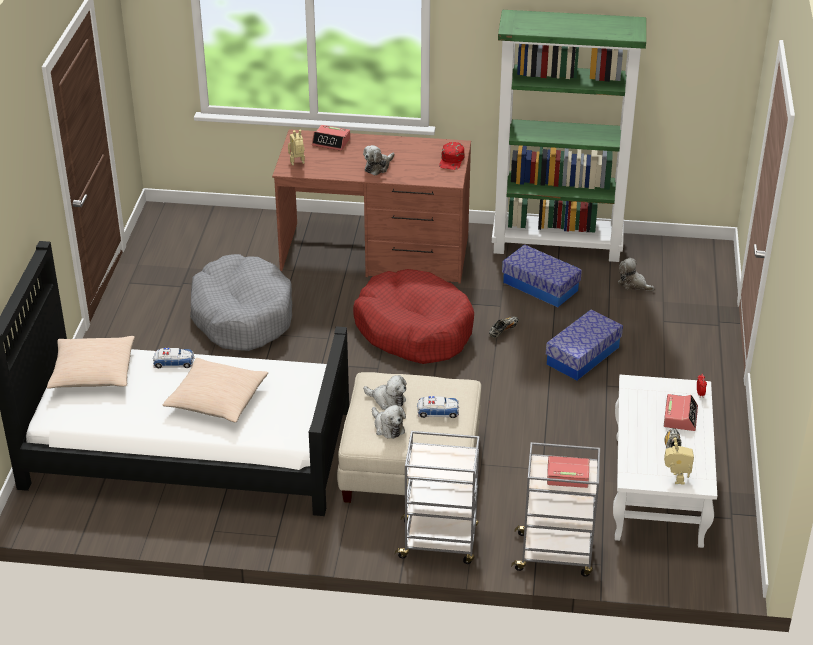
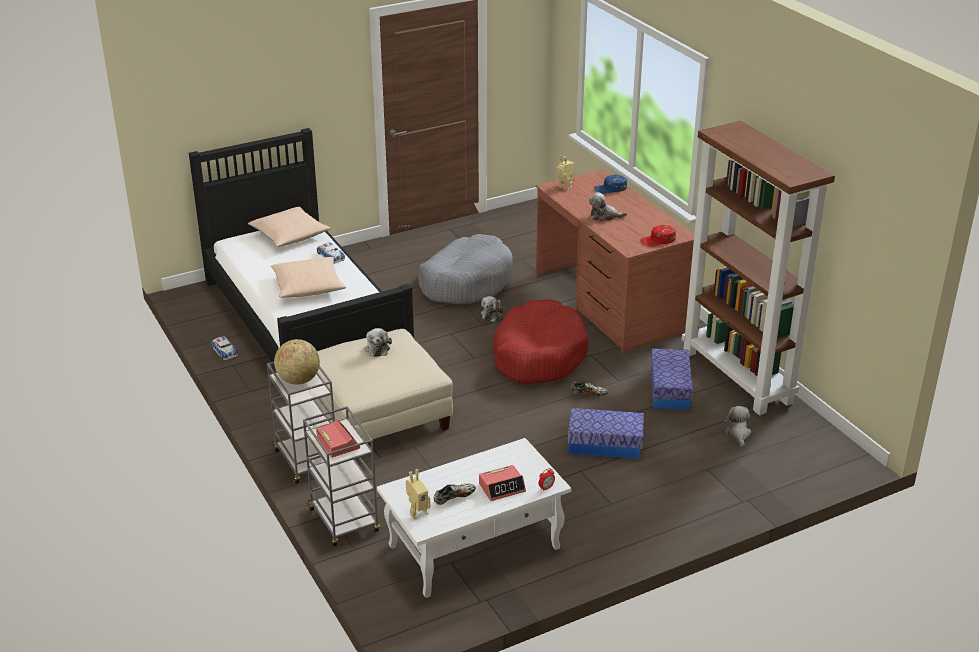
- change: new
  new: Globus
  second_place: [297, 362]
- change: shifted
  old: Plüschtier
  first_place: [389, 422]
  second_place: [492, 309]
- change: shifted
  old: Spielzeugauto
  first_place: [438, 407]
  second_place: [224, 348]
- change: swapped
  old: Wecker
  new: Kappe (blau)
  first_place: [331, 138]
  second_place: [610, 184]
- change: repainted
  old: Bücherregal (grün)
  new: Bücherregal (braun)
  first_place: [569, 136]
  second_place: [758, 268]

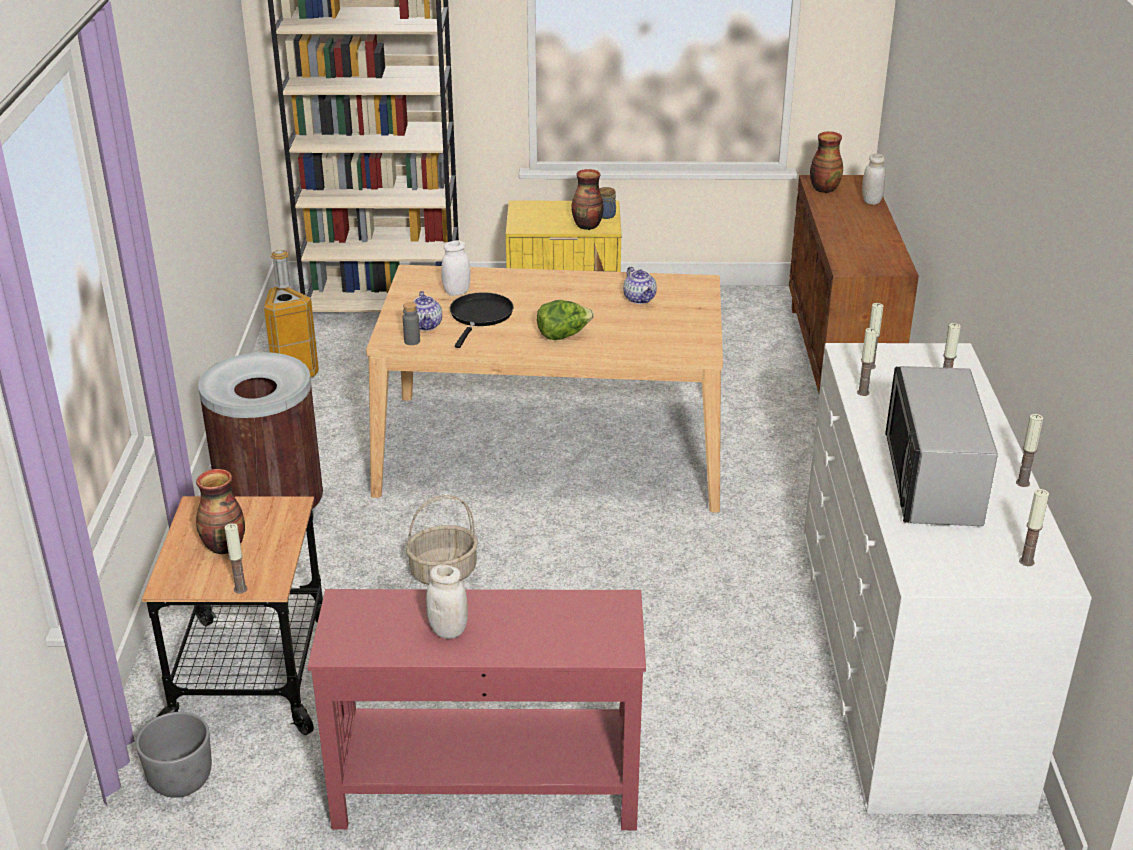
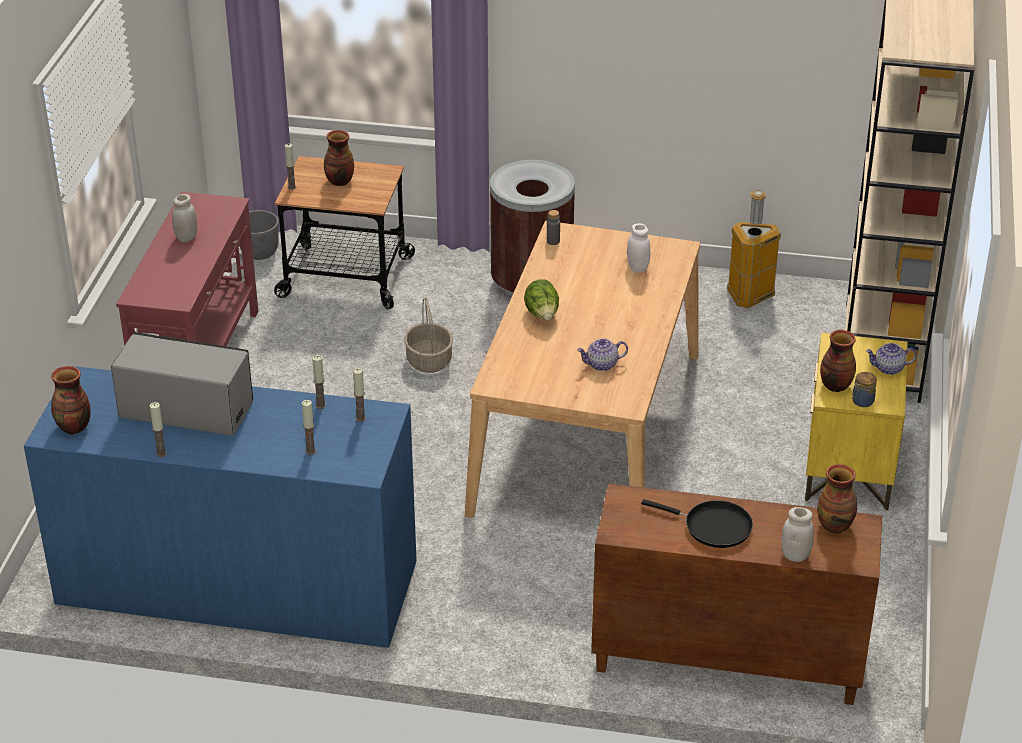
- change: shifted
  old: Teekanne
  first_place: [427, 311]
  second_place: [891, 359]
- change: shifted
  old: Pfanne (schwarz)
  first_place: [481, 320]
  second_place: [697, 523]
- change: swapped
  old: Kerze
  new: Vase
  first_place: [1034, 527]
  second_place: [70, 400]
- change: repainted
  old: Kommode (weiß)
  new: Kommode (blau)
  first_place: [948, 578]
  second_place: [220, 507]

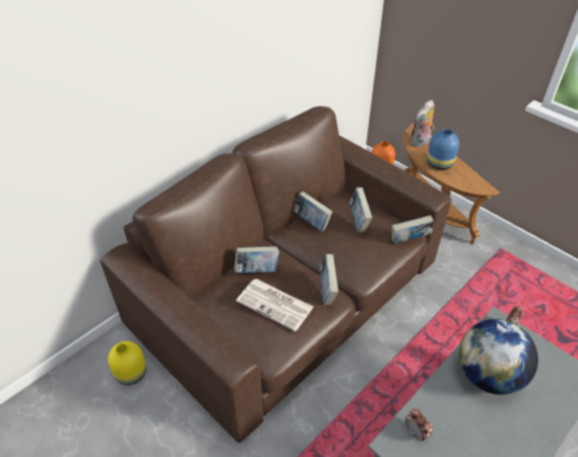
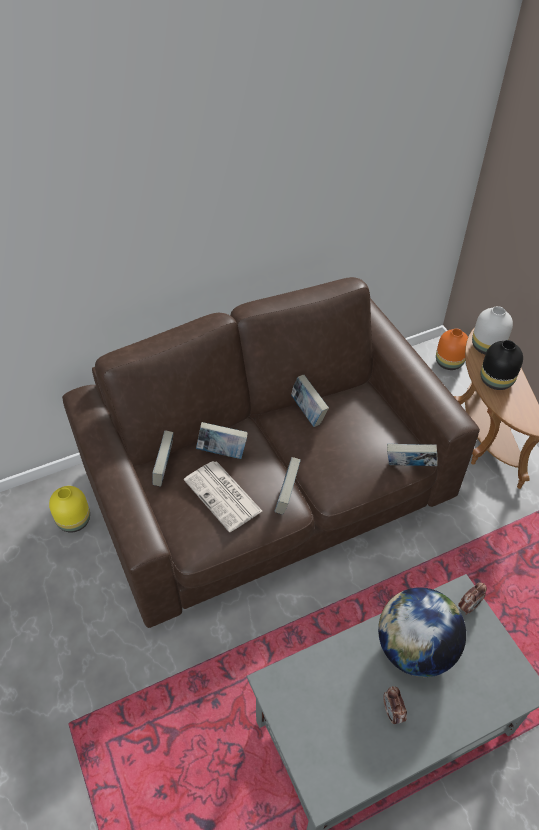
- change: shifted
  old: Buch
  first_place: [360, 210]
  second_place: [163, 458]
- change: shifted
  old: Wecker
  first_place: [419, 424]
  second_place: [395, 705]
- change: swapped
  old: Plüschtier
  new: Vase (weiß)
  first_place: [421, 123]
  second_place: [492, 330]
- change: repainted
  old: Vase (blau)
  new: Vase (schwarz)
  first_place: [443, 149]
  second_place: [502, 365]

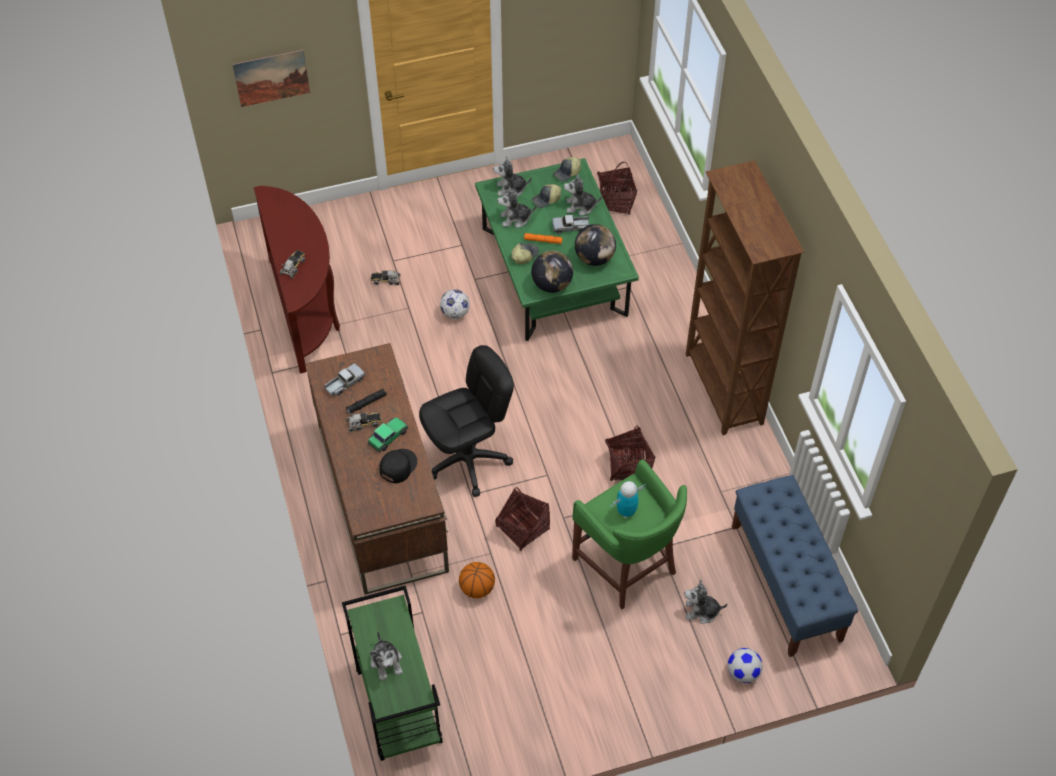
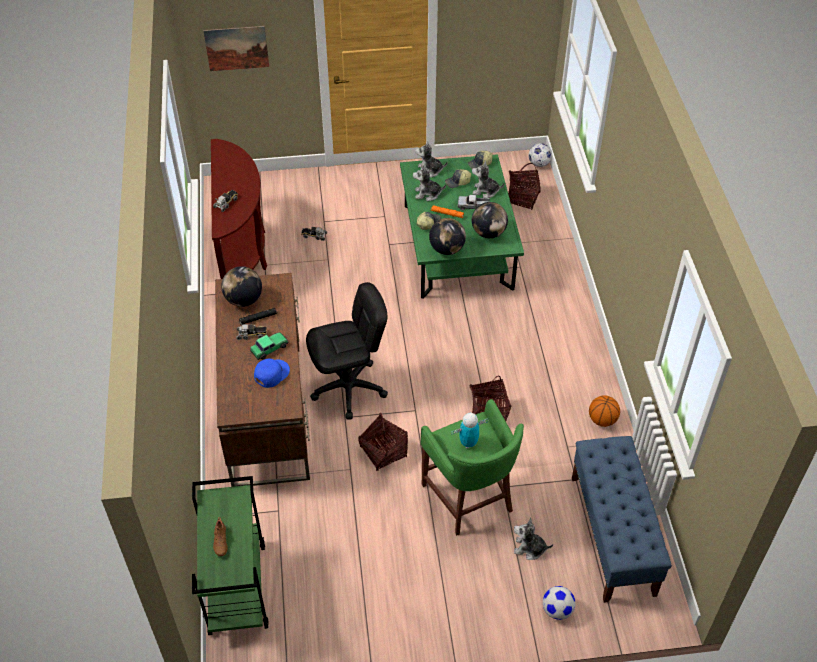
- change: gone
  old: Bücherregal (braun)
  first_place: [745, 297]
- change: shifted
  old: Fußball
  first_place: [455, 304]
  second_place: [540, 155]
- change: shifted
  old: Basketball
  first_place: [477, 580]
  second_place: [604, 411]
- change: swapped
  old: Spielzeuglaster
  new: Globus
  first_place: [344, 379]
  second_place: [241, 286]
- change: swapped
  old: Plüschtier
  new: Schuh (braun)
  first_place: [386, 656]
  second_place: [220, 536]
- change: repainted
  old: Kappe (schwarz)
  new: Kappe (blau)
  first_place: [398, 466]
  second_place: [272, 373]

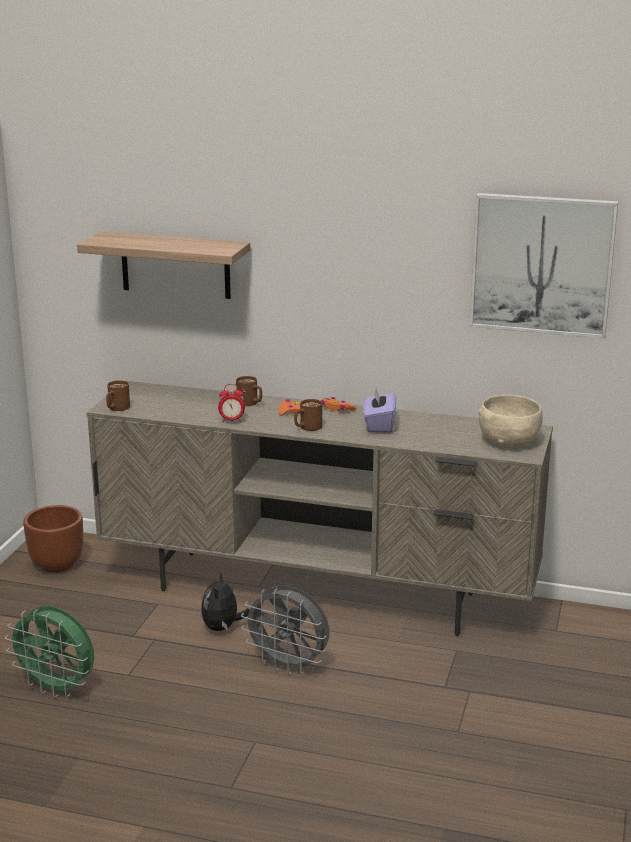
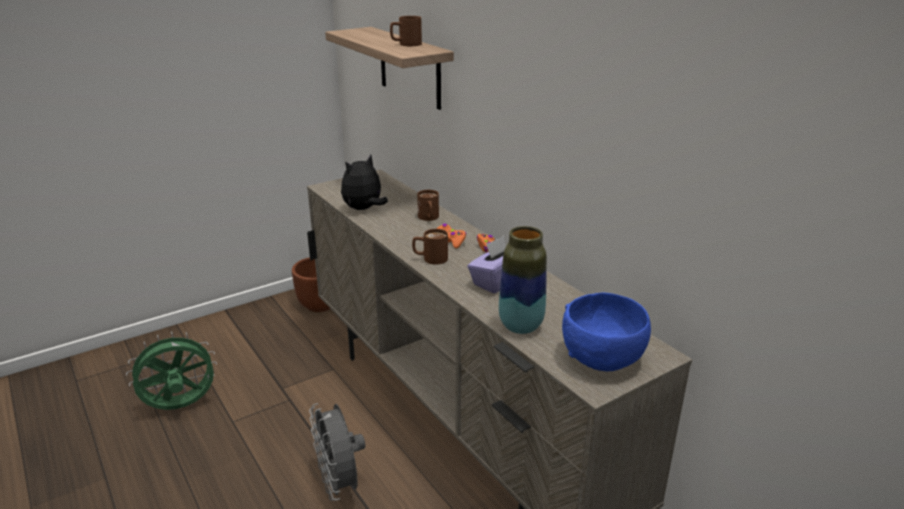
- change: gone
  old: Wecker
  first_place: [231, 403]
- change: gone
  old: Bild
  first_place: [544, 266]
- change: new
  new: Vase
  second_place: [523, 280]
- change: shifted
  old: Henkelbecher (braun)
  first_place: [118, 395]
  second_place: [406, 31]
- change: shifted
  old: Plüschtier
  first_place: [225, 602]
  second_place: [364, 182]
- change: repainted
  old: Schüssel (beige)
  new: Schüssel (blau)
  first_place: [510, 421]
  second_place: [606, 331]
- change: rotated
  old: Ventilator (grün)
  first_place: [49, 652]
  second_place: [171, 370]
  degrees: 90

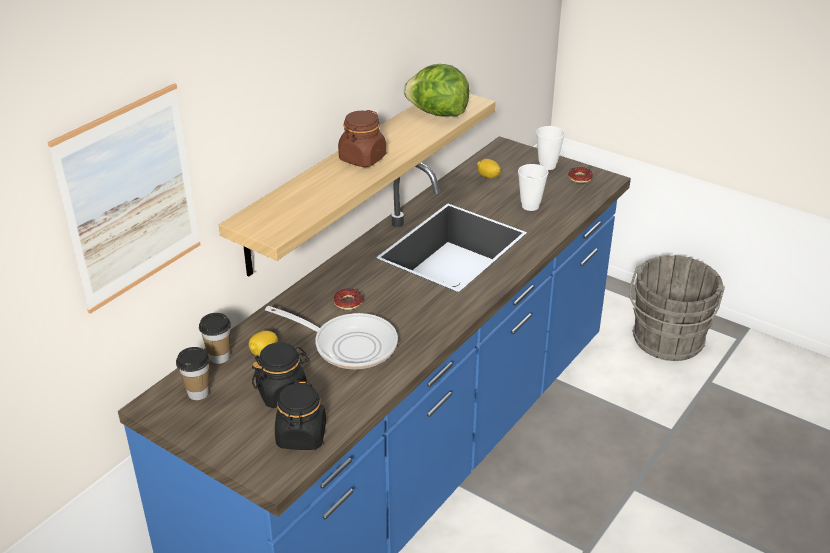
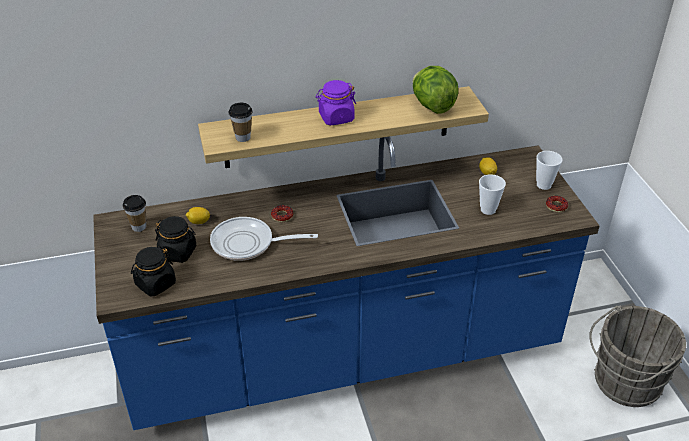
- change: gone
  old: Bild
  first_place: [124, 198]
- change: shifted
  old: Tasse
  first_place: [215, 338]
  second_place: [241, 122]
- change: repainted
  old: Vorratsglas (braun)
  new: Vorratsglas (lila)
  first_place: [362, 138]
  second_place: [336, 102]
- change: rotated
  old: Pfanne
  first_place: [331, 337]
  second_place: [264, 239]
  degrees: 120

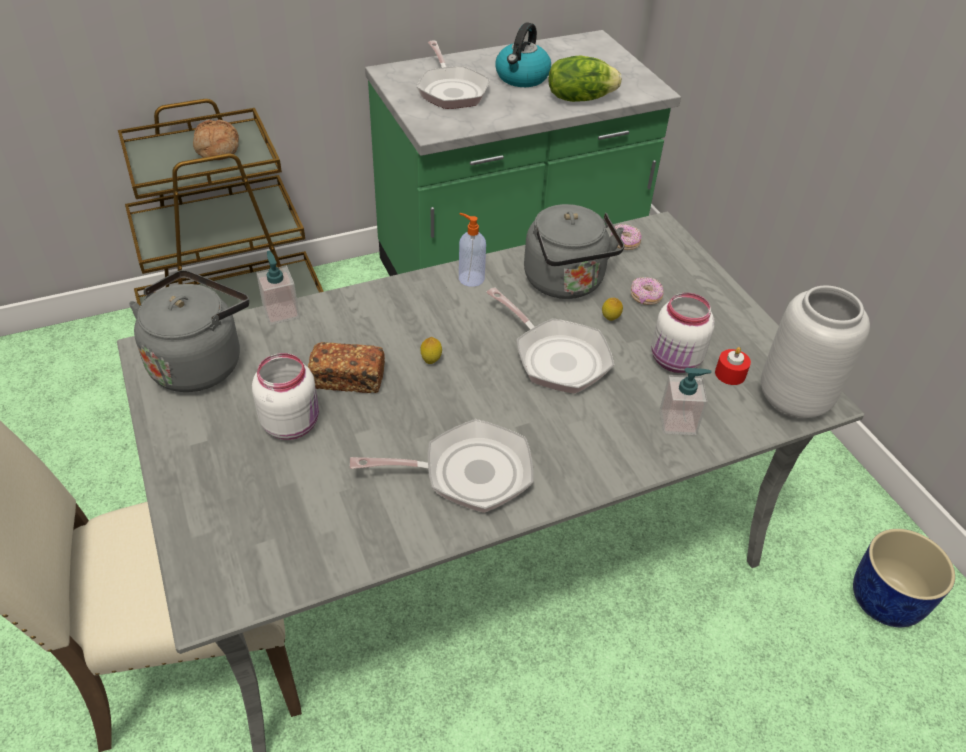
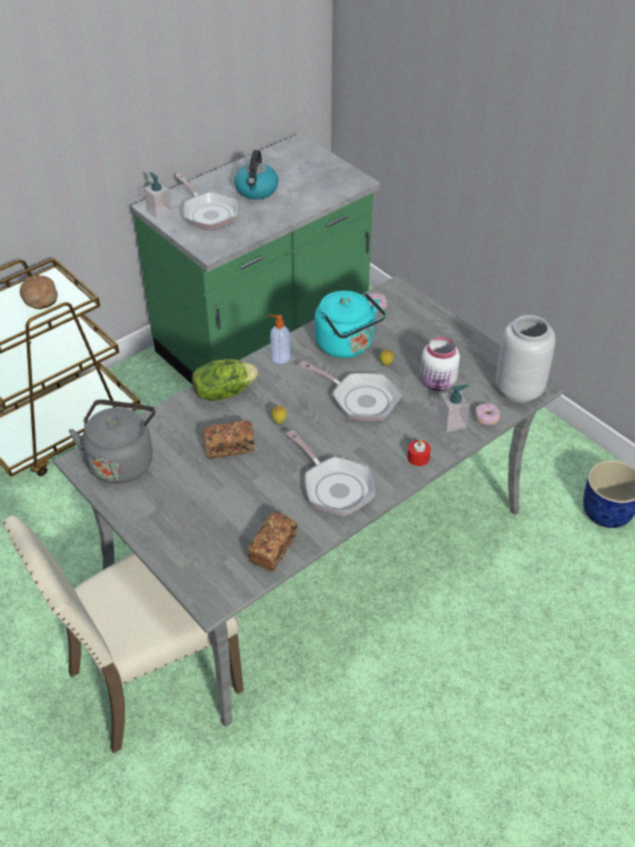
- change: gone
  old: Vorratsglas (weiß)
  first_place: [285, 396]
- change: new
  new: Brot
  second_place: [272, 542]
- change: shifted
  old: Seifenspender
  first_place: [278, 287]
  second_place: [158, 195]
- change: shifted
  old: Salatkopf
  first_place: [585, 78]
  second_place: [225, 380]
- change: shifted
  old: Donut
  first_place: [647, 291]
  second_place: [487, 414]
- change: shifted
  old: Kerze (rot)
  first_place: [733, 366]
  second_place: [419, 452]
- change: repainted
  old: Wasserkessel (grau)
  new: Wasserkessel (türkis)
  first_place: [574, 251]
  second_place: [350, 324]
- change: rotated
  old: Pfanne
  first_place: [442, 466]
  second_place: [331, 473]
  degrees: 75

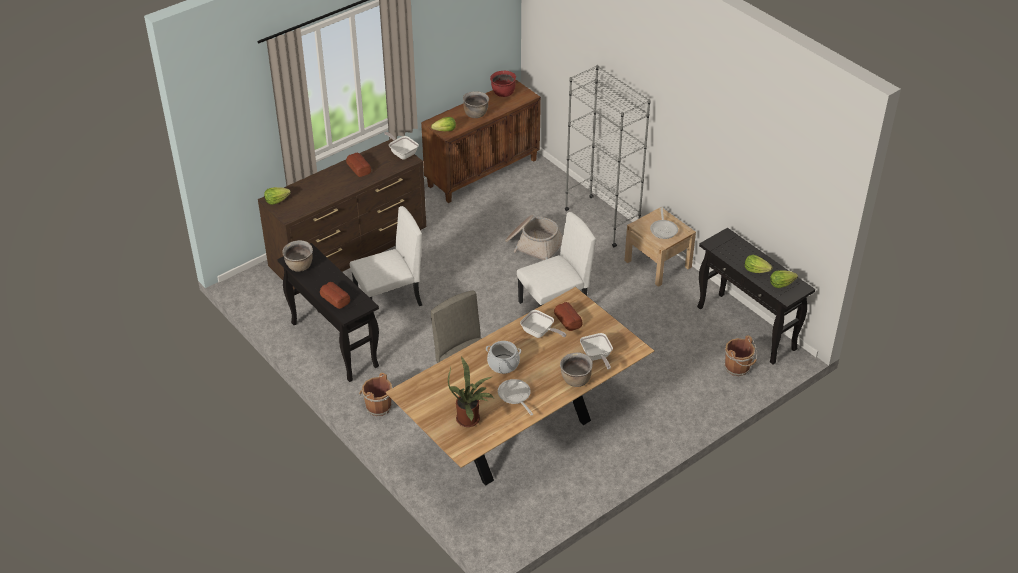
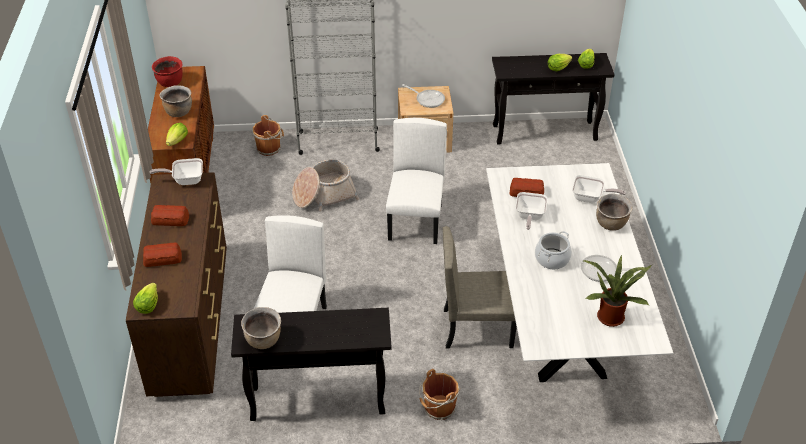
- change: shifted
  old: Brot
  first_place: [335, 295]
  second_place: [162, 255]
- change: shifted
  old: Eimer (braun)
  first_place: [740, 355]
  second_place: [268, 135]
- change: repainted
  old: Esstisch (braun)
  new: Esstisch (weiß)
  first_place: [520, 386]
  second_place: [579, 272]
- change: rotated
  old: Pfanne
  first_place: [543, 324]
  second_place: [532, 211]
  degrees: 120

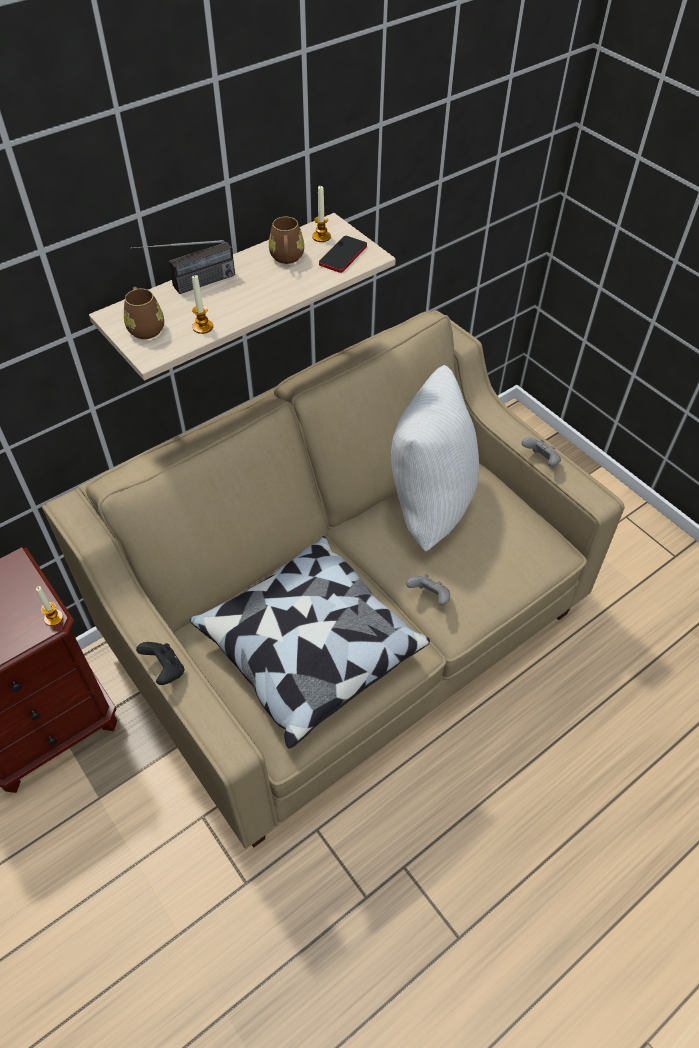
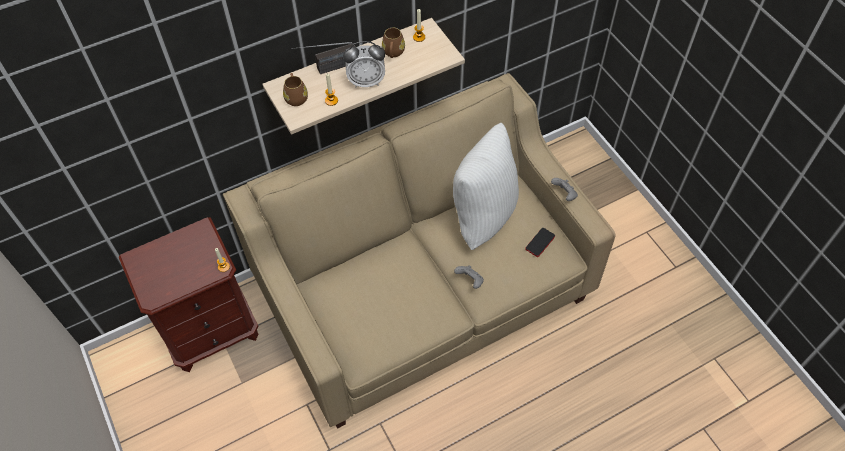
- change: gone
  old: Gamepad (schwarz)
  first_place: [160, 663]
- change: gone
  old: Kissen
  first_place: [310, 642]
- change: new
  new: Wecker
  second_place: [364, 64]
- change: shifted
  old: Handy
  first_place: [343, 254]
  second_place: [540, 242]

